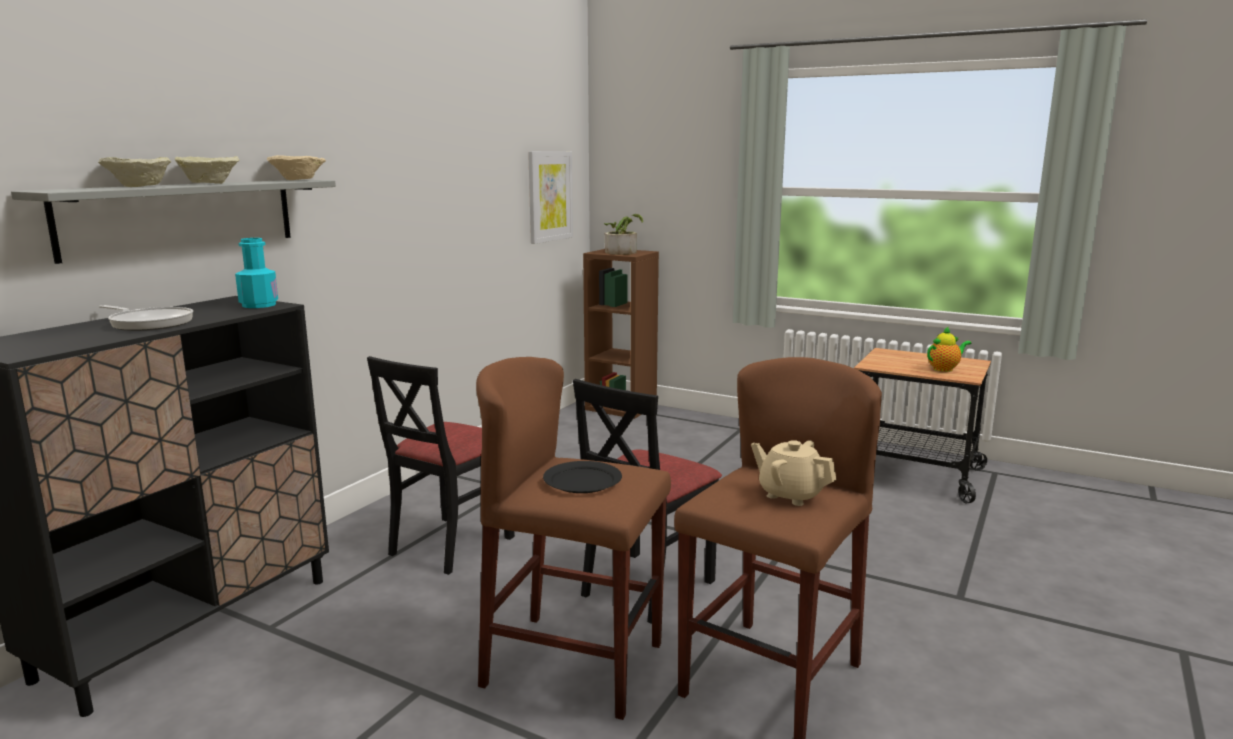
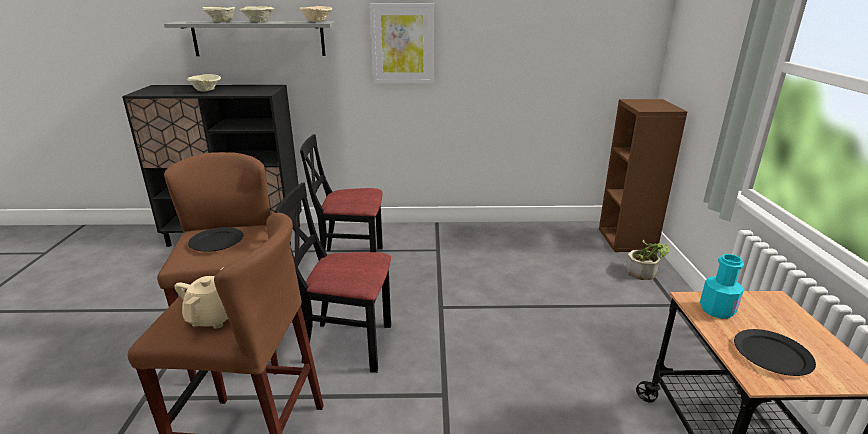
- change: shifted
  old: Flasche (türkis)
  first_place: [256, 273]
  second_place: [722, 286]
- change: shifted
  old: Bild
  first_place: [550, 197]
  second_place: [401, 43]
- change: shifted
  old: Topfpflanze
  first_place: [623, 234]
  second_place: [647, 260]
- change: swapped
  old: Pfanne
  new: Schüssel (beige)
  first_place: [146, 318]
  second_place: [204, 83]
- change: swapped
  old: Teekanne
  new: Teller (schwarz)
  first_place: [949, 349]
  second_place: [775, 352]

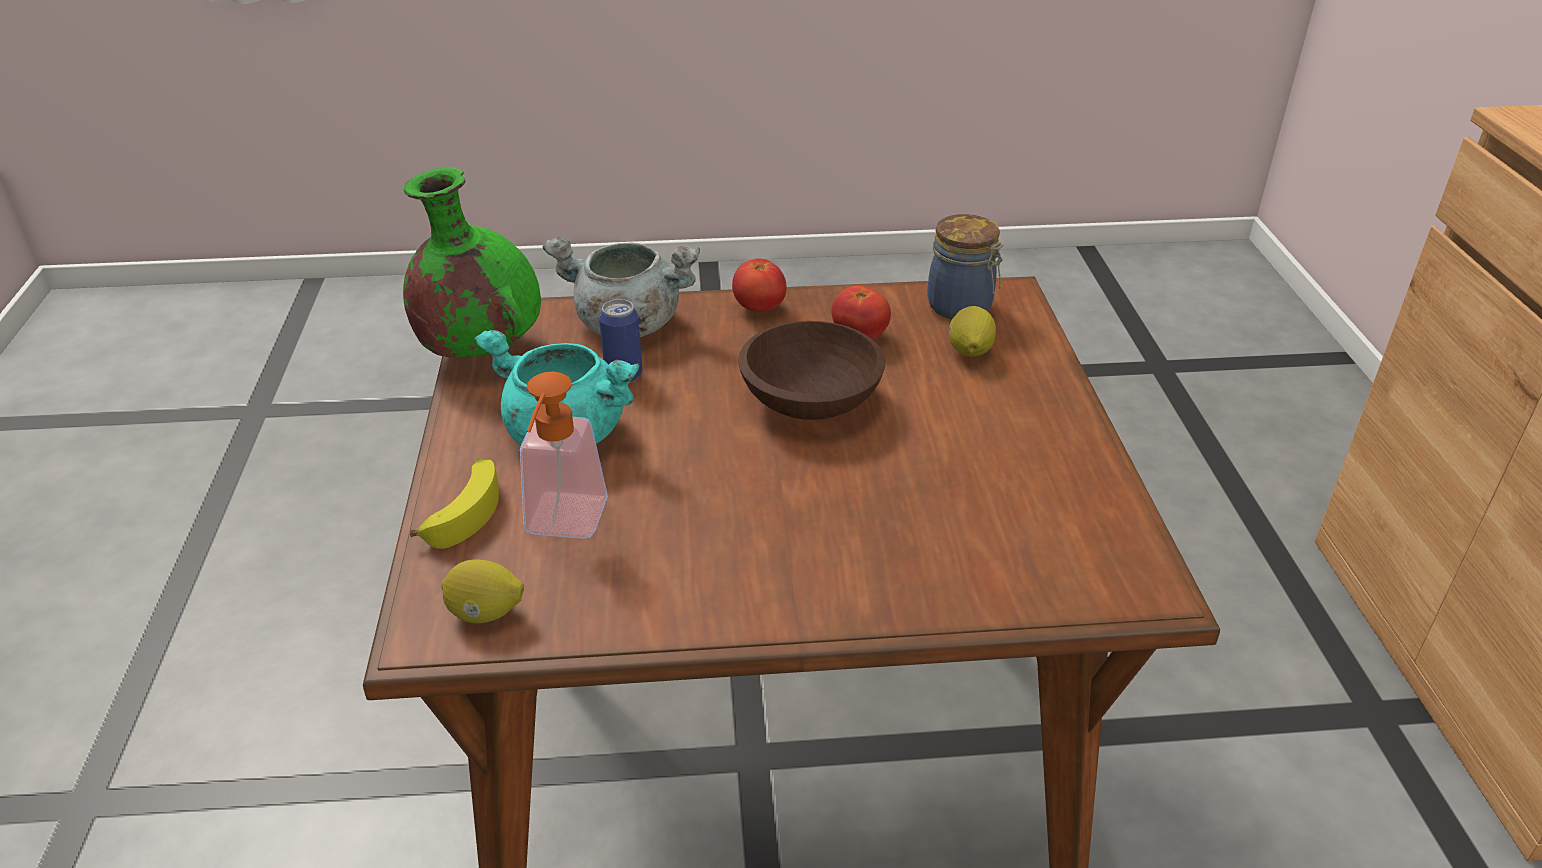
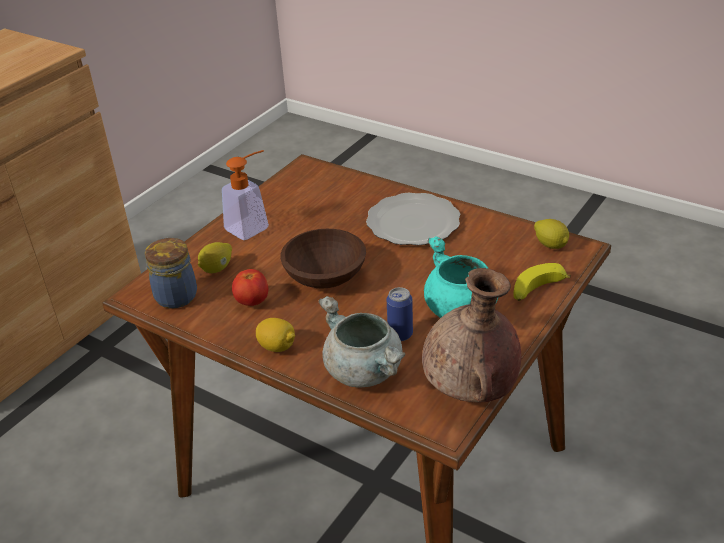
- change: new
  new: Teller
  second_place: [413, 219]
- change: shifted
  old: Seifenspender
  first_place: [564, 455]
  second_place: [245, 195]
- change: swapped
  old: Tomate
  new: Zitrone
  first_place: [759, 285]
  second_place: [275, 335]
- change: repainted
  old: Vase (grün)
  new: Vase (braun)
  first_place: [472, 262]
  second_place: [471, 335]

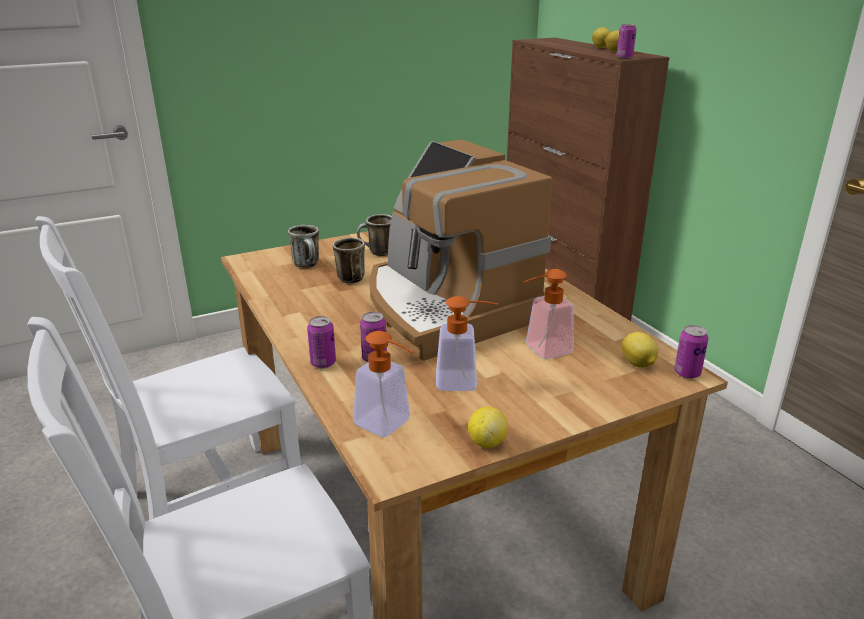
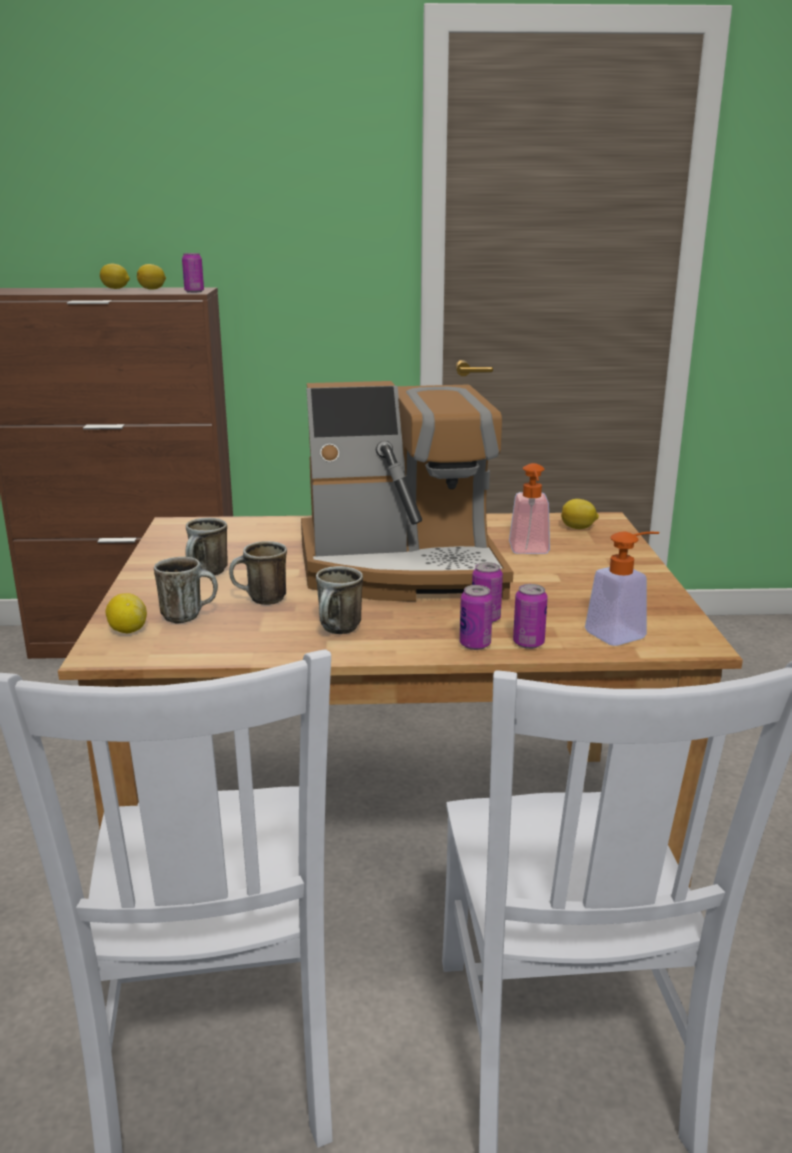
- change: gone
  old: Seifenspender
  first_place: [467, 343]
- change: new
  new: Henkelbecher
  second_place: [339, 600]
- change: shifted
  old: Zitrone
  first_place: [488, 427]
  second_place: [126, 613]
- change: shifted
  old: Dose
  first_place: [691, 352]
  second_place: [530, 616]

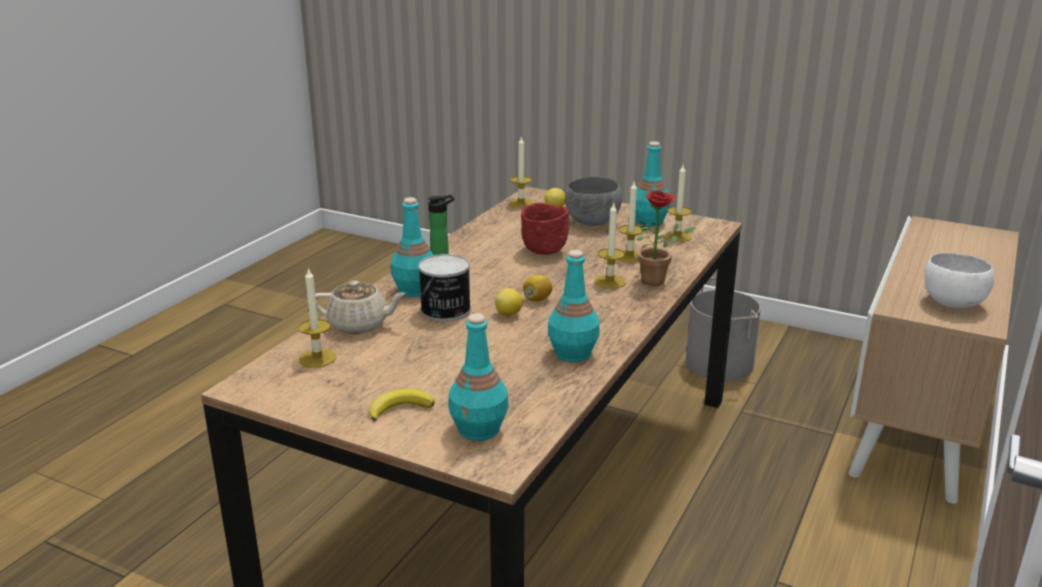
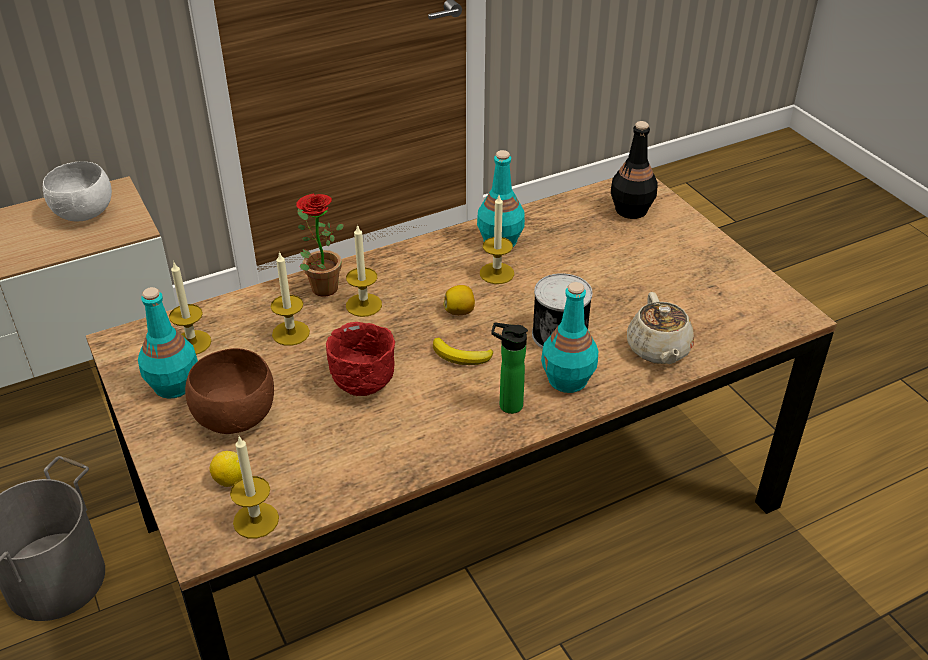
- change: gone
  old: Zitrone
  first_place: [509, 302]
- change: shifted
  old: Kerze
  first_place: [317, 317]
  second_place: [497, 239]
- change: shifted
  old: Banane
  first_place: [401, 405]
  second_place: [463, 351]
- change: repainted
  old: Flasche (türkis)
  new: Flasche (schwarz)
  first_place: [478, 377]
  second_place: [634, 170]
- change: repainted
  old: Schüssel (grau)
  new: Schüssel (braun)
  first_place: [593, 201]
  second_place: [229, 391]
- change: rotated
  old: Teekanne (beige)
  first_place: [361, 307]
  second_place: [660, 328]
  degrees: -135

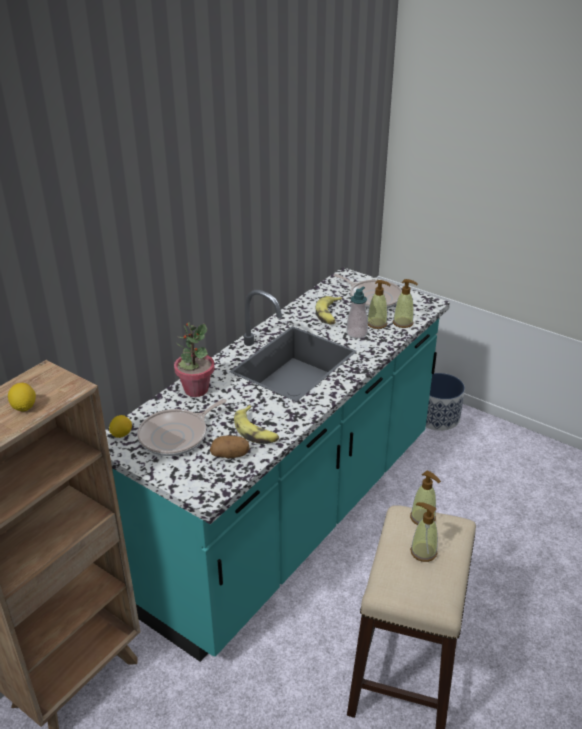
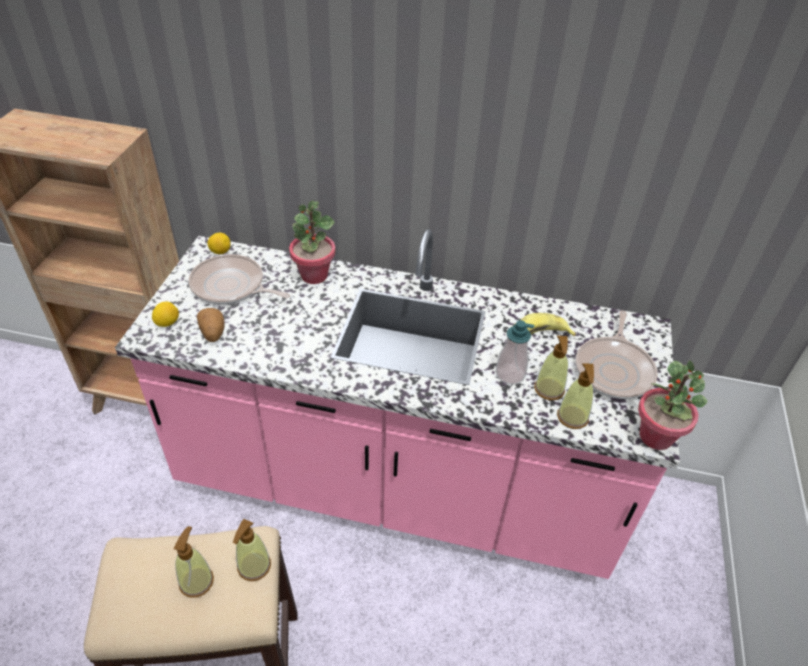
- change: gone
  old: Banane
  first_place: [256, 424]
- change: gone
  old: Pflanzkübel
  first_place: [445, 402]
- change: new
  new: Topfpflanze
  second_place: [673, 405]
- change: shifted
  old: Zitrone
  first_place: [22, 397]
  second_place: [165, 314]
- change: repainted
  old: Küchenzeile (türkis)
  new: Küchenzeile (rosa)
  first_place: [278, 464]
  second_place: [397, 404]

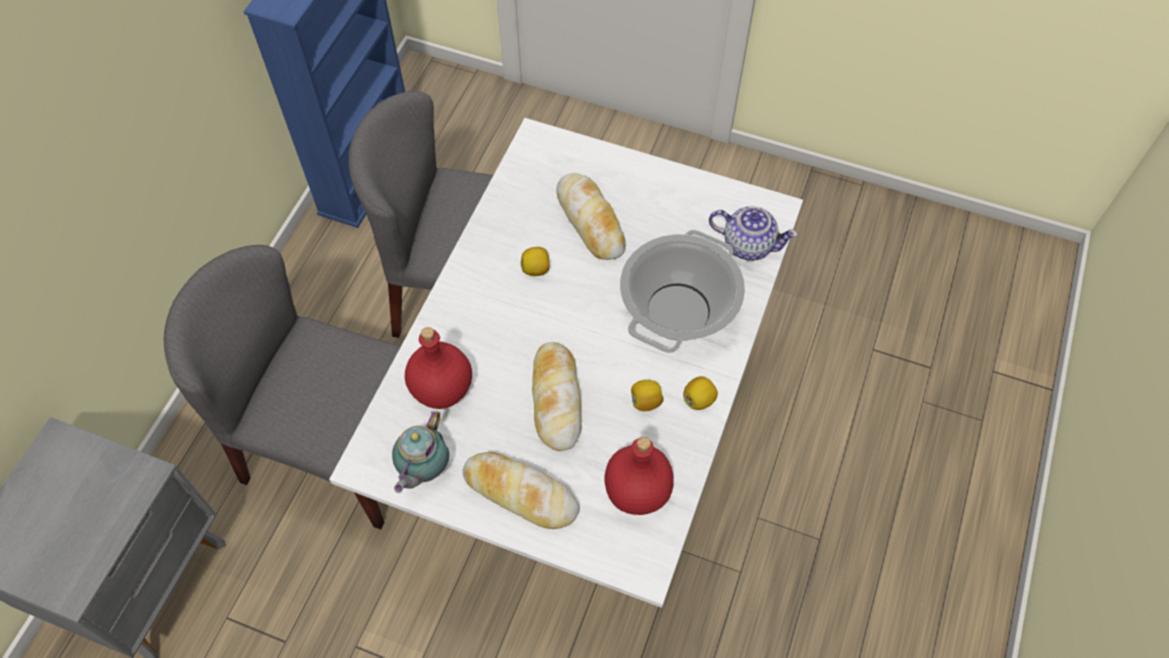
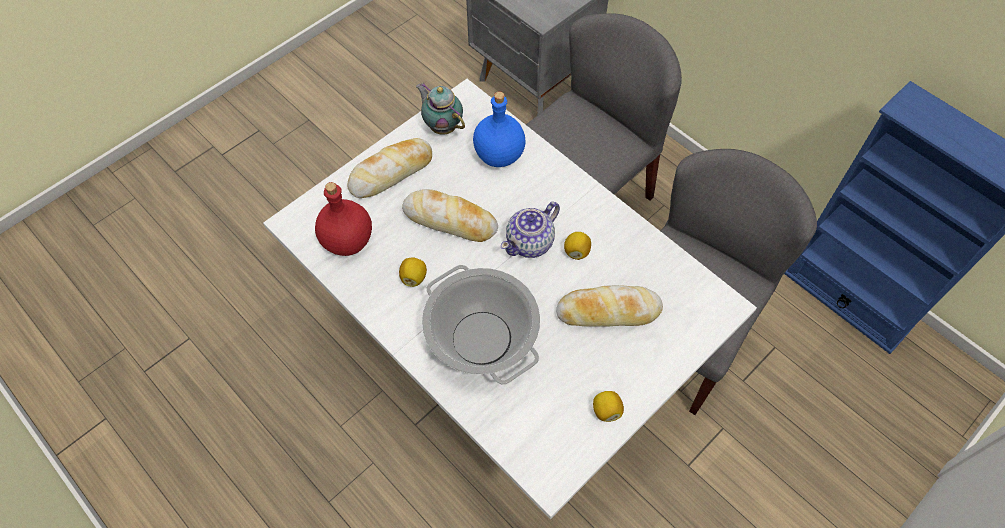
- change: shifted
  old: Zitrone
  first_place: [700, 393]
  second_place: [608, 406]
- change: shifted
  old: Teekanne
  first_place: [753, 233]
  second_place: [530, 230]
- change: repainted
  old: Flasche (rot)
  new: Flasche (blau)
  first_place: [438, 368]
  second_place: [499, 129]

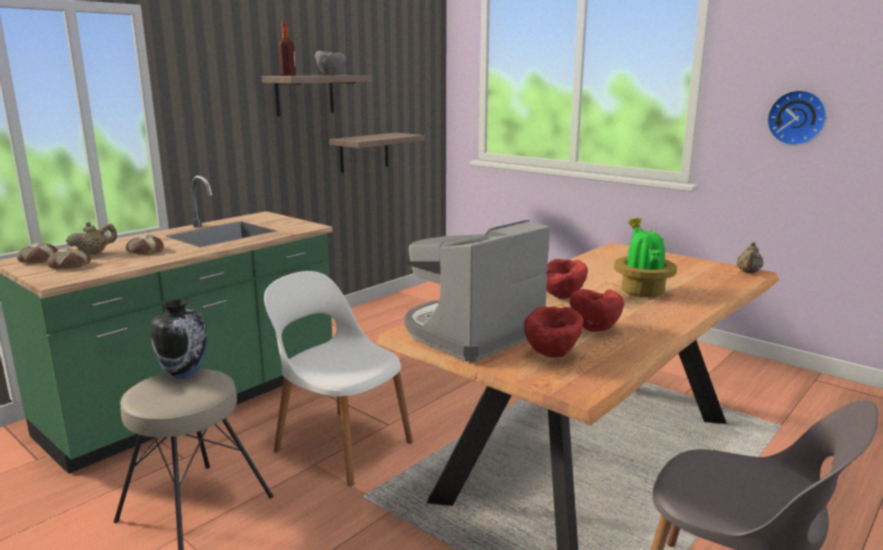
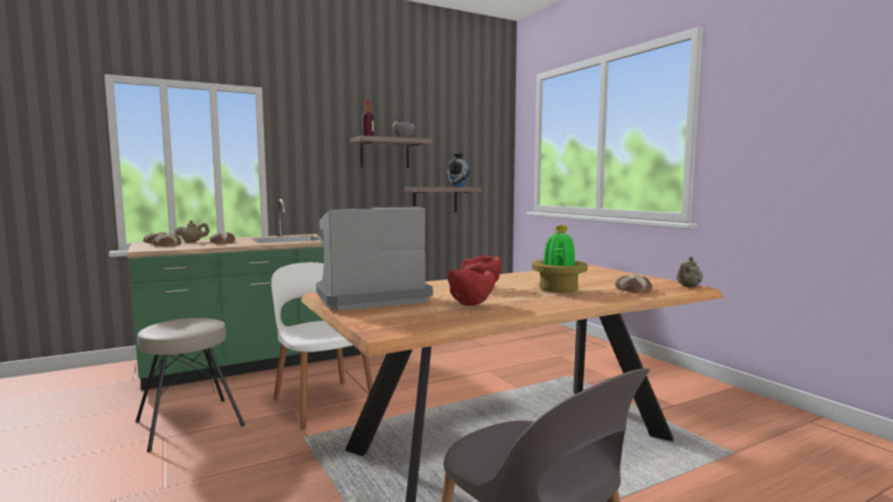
- change: gone
  old: Schüssel (rot)
  first_place: [554, 332]
- change: gone
  old: Wanduhr
  first_place: [797, 118]
- change: new
  new: Brot
  second_place: [633, 283]
- change: shifted
  old: Vase
  first_place: [178, 339]
  second_place: [458, 170]

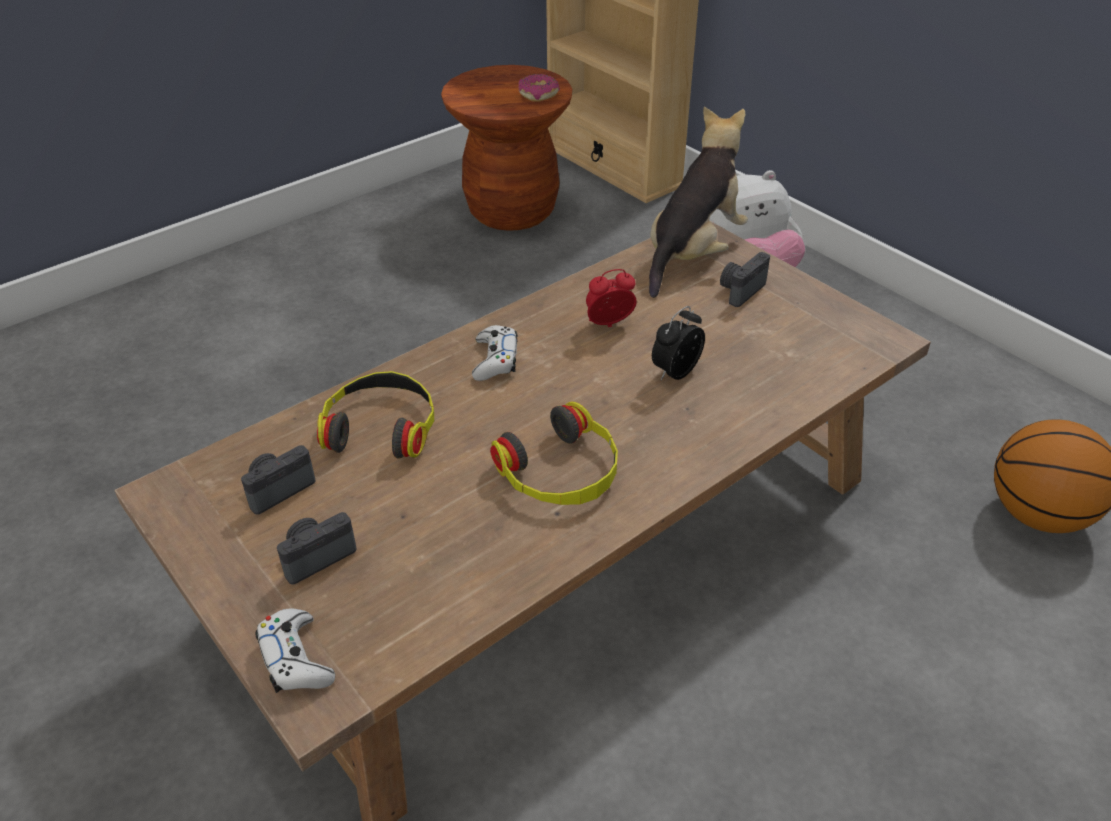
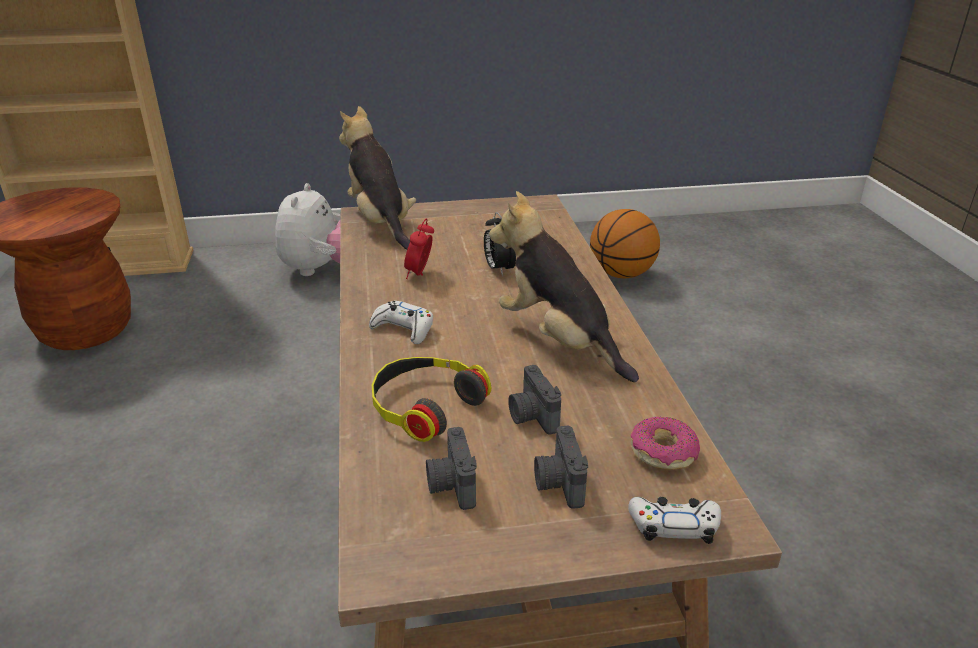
- change: shifted
  old: Donut
  first_place: [539, 88]
  second_place: [665, 443]
- change: shifted
  old: Kamera
  first_place: [745, 279]
  second_place: [534, 400]
- change: swapped
  old: Kopfhörer
  new: Plüschtier
  first_place: [554, 453]
  second_place: [564, 286]

